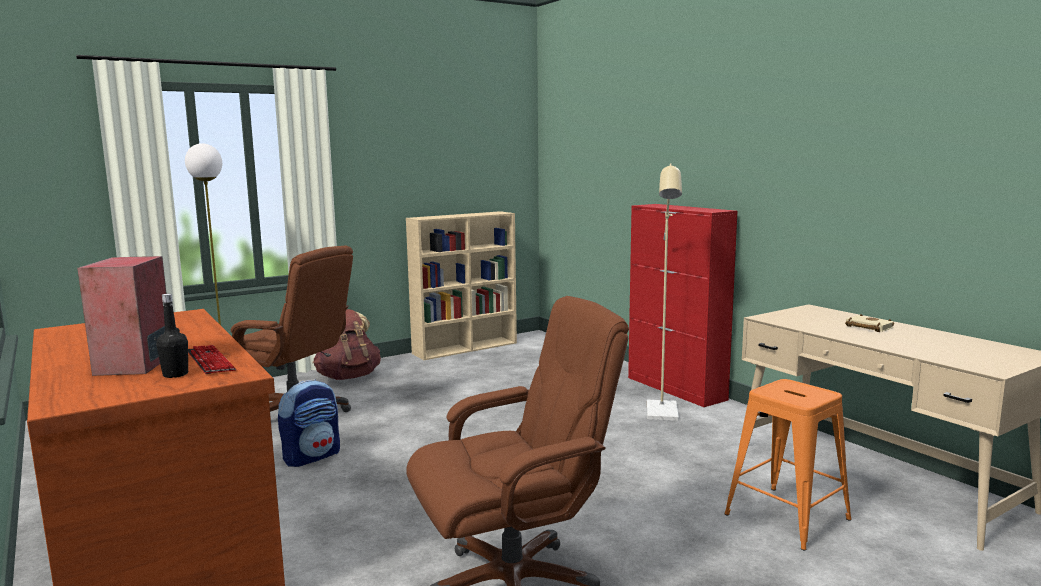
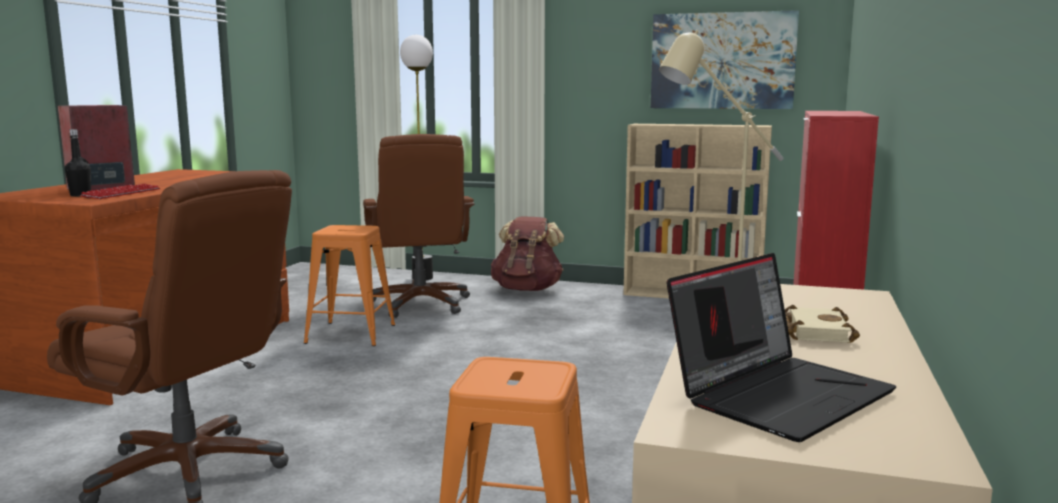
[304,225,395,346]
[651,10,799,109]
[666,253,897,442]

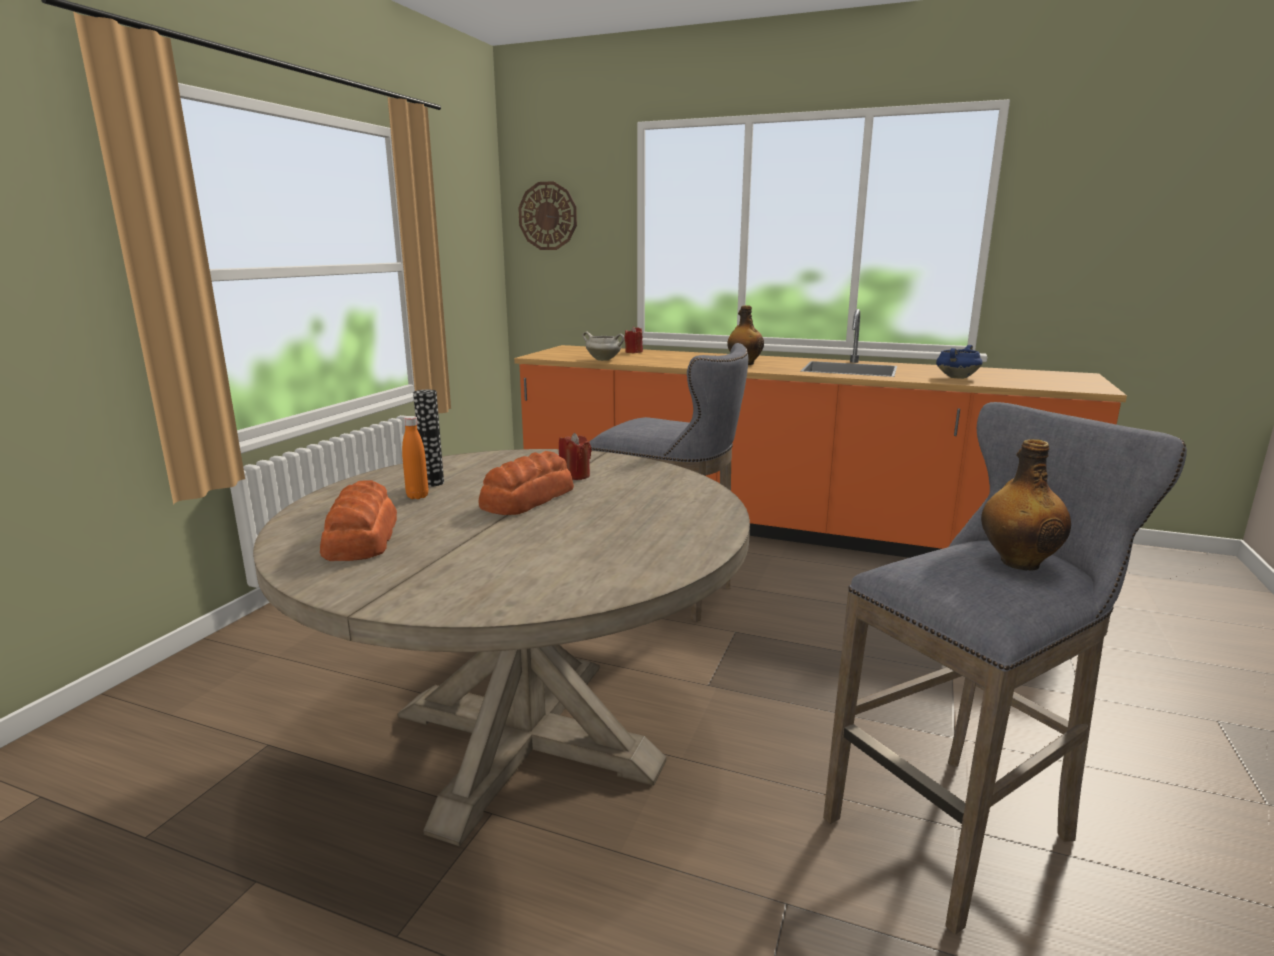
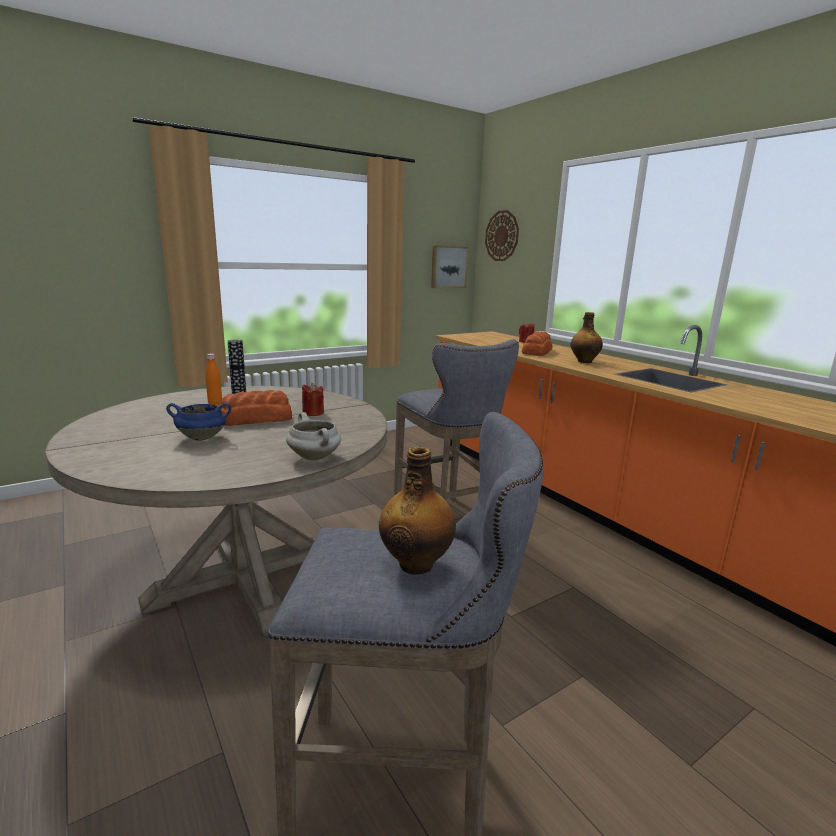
[166,403,231,441]
[286,412,341,460]
[431,245,468,288]
[522,331,553,356]

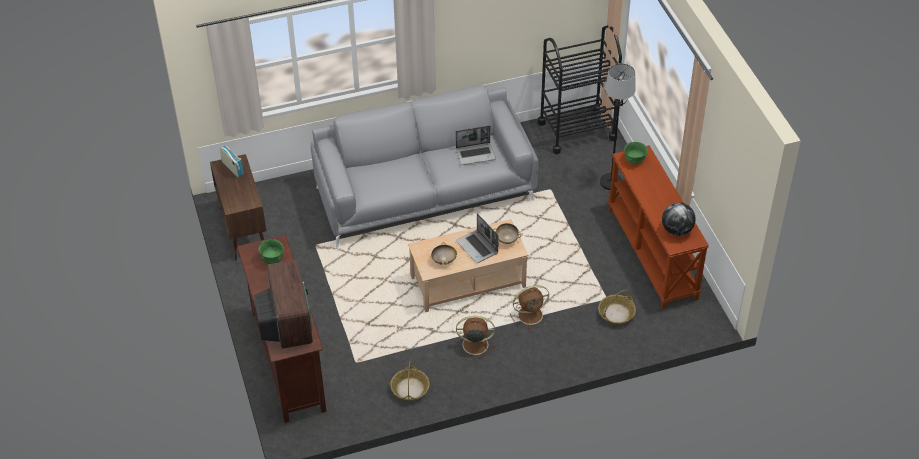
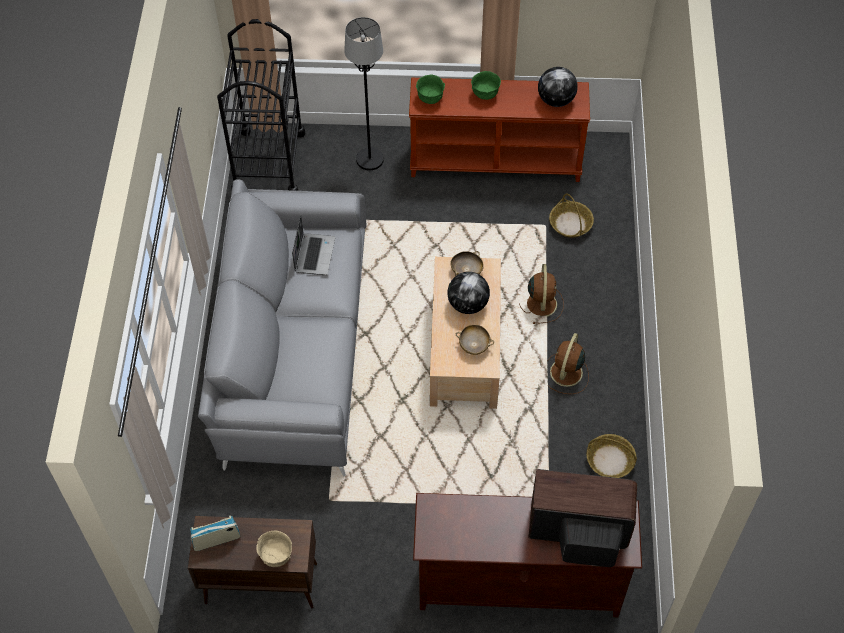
[256,531,292,567]
[447,272,490,314]
[471,71,501,100]

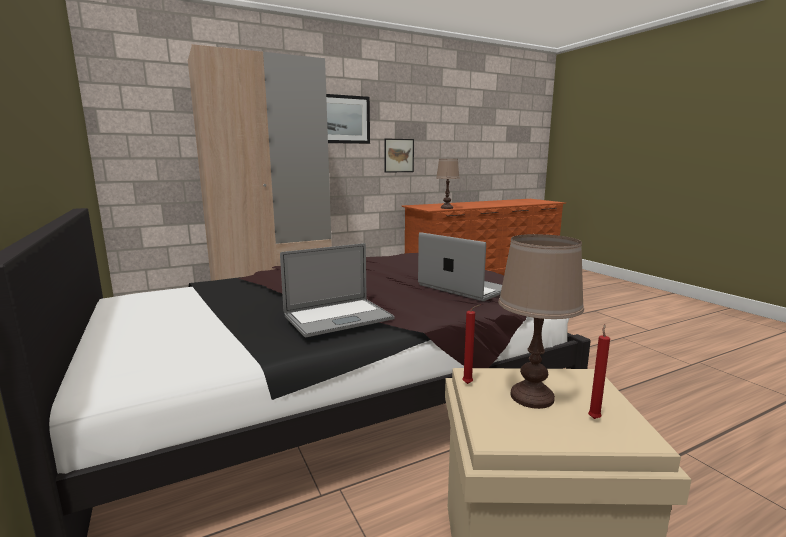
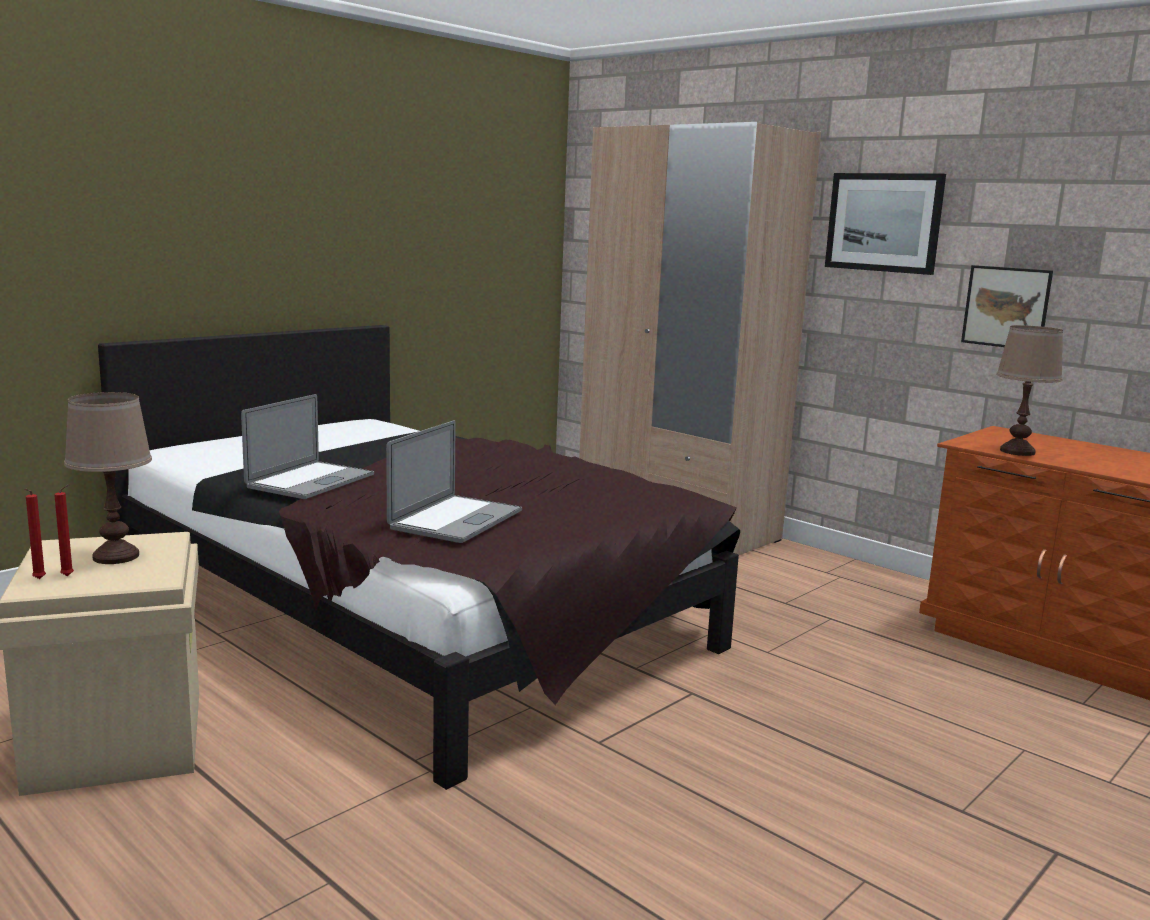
[25,489,46,579]
[241,394,374,499]

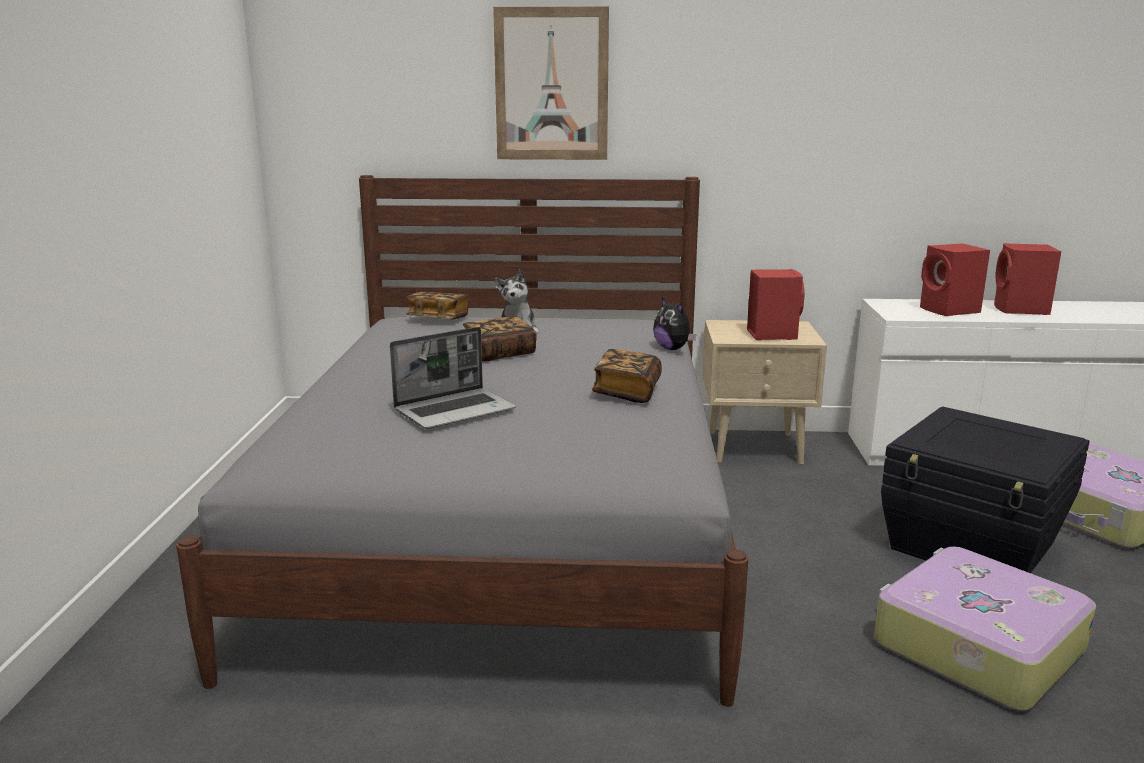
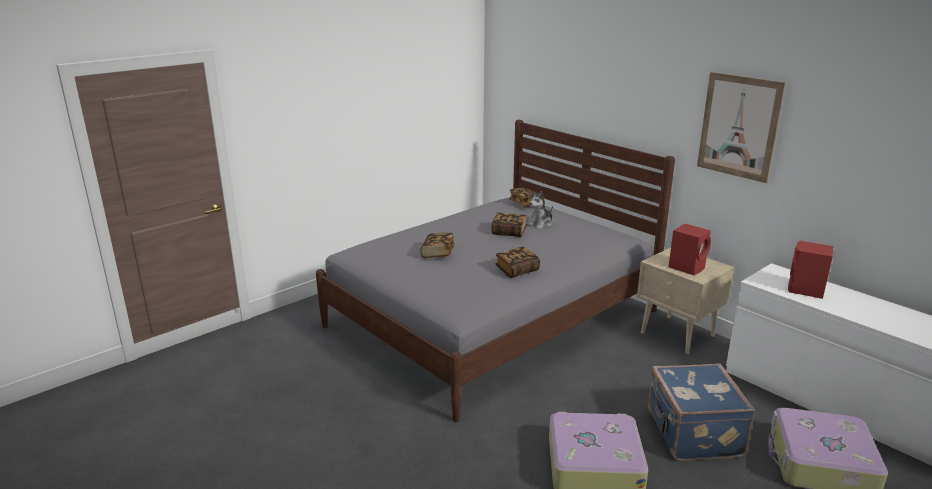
[421,233,455,258]
[648,364,755,461]
[697,72,786,183]
[653,298,696,350] (first image)
[994,243,1061,315] (first image)

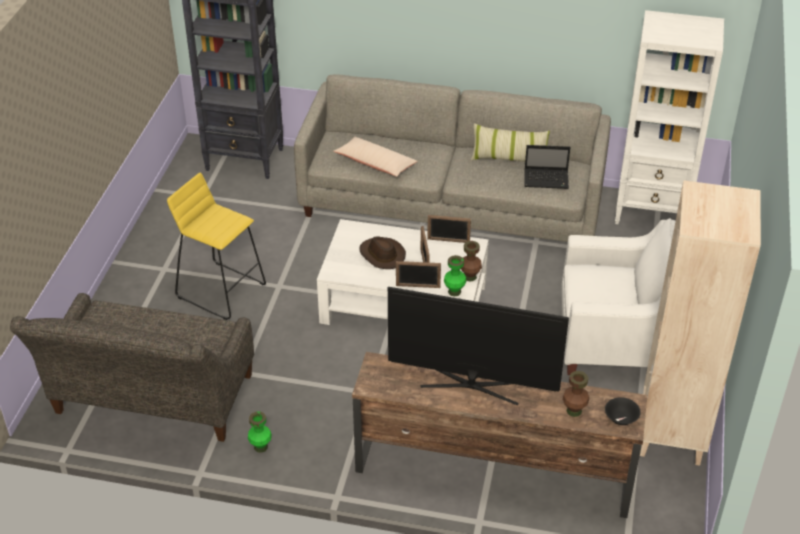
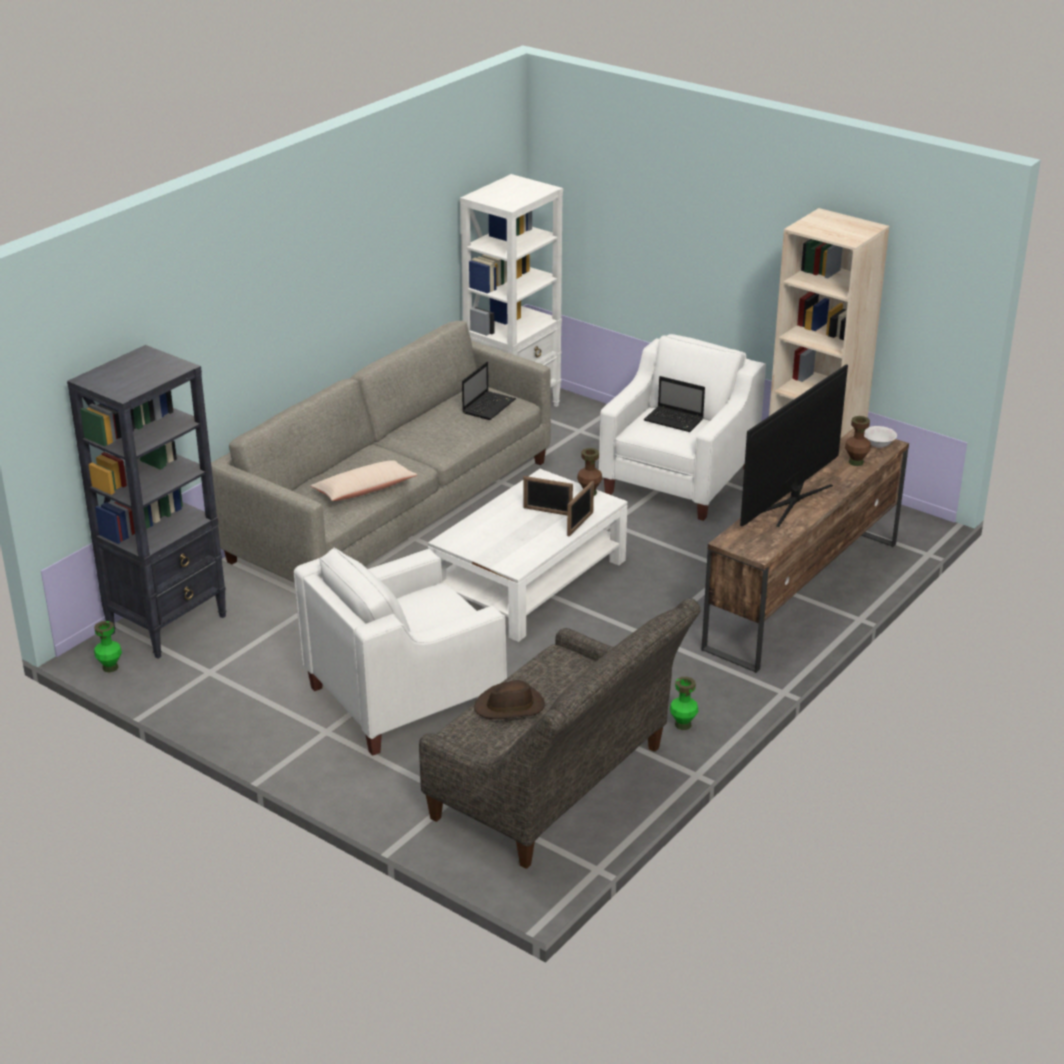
[94,621,122,672]
[294,548,507,756]
[474,680,545,719]
[644,376,705,432]
[864,426,897,448]
[427,215,471,243] (first image)
[471,123,550,162] (first image)

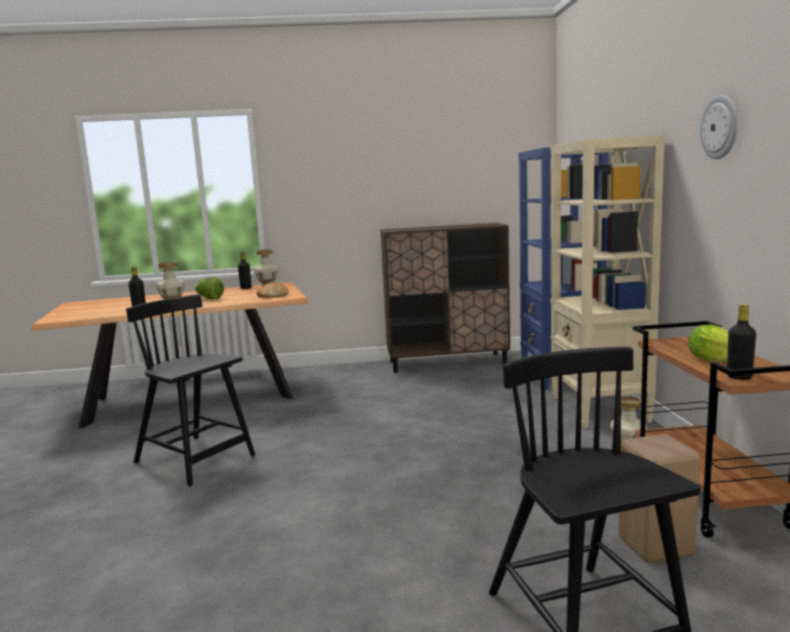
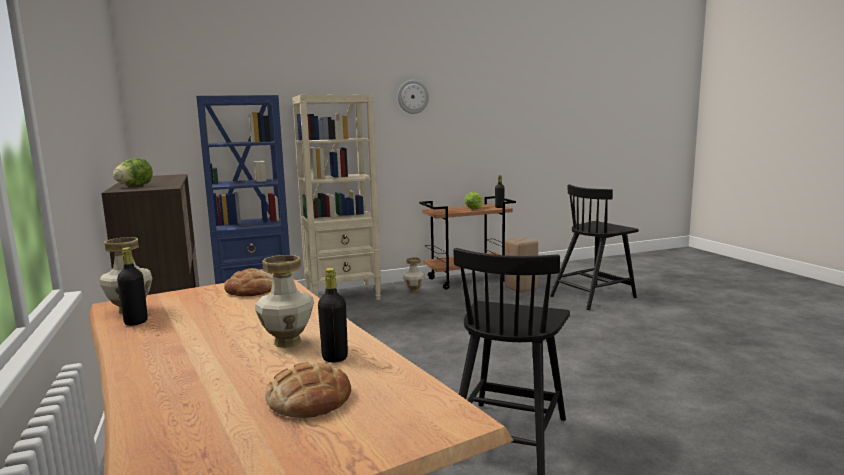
[113,158,153,186]
[265,362,351,418]

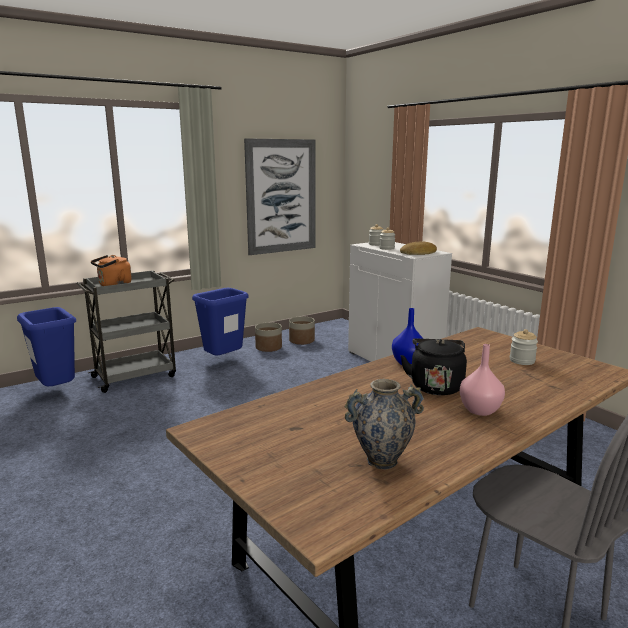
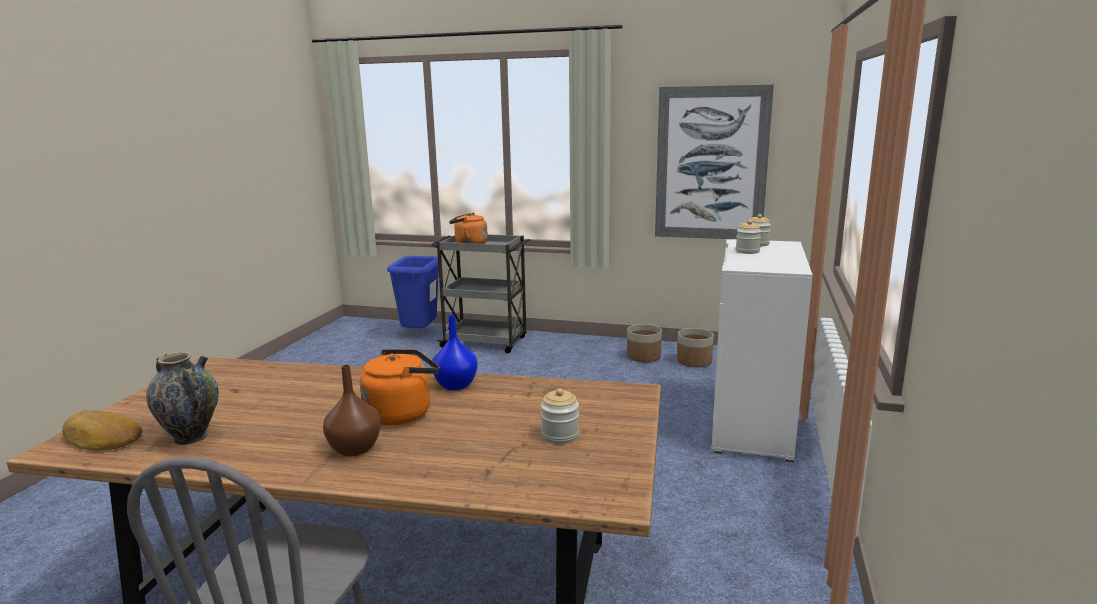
[62,410,142,451]
[323,365,381,456]
[360,349,440,425]
[192,288,249,355] (first image)

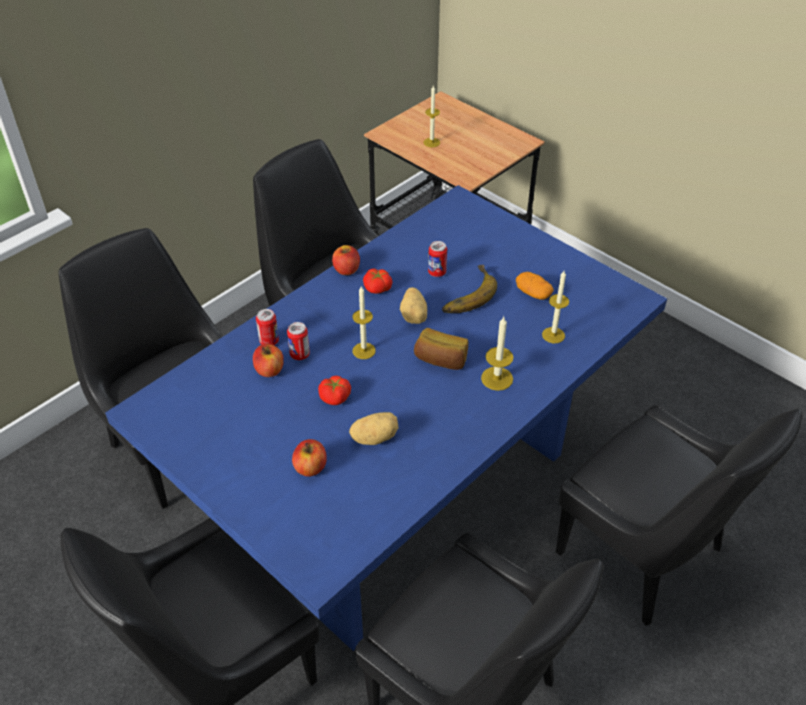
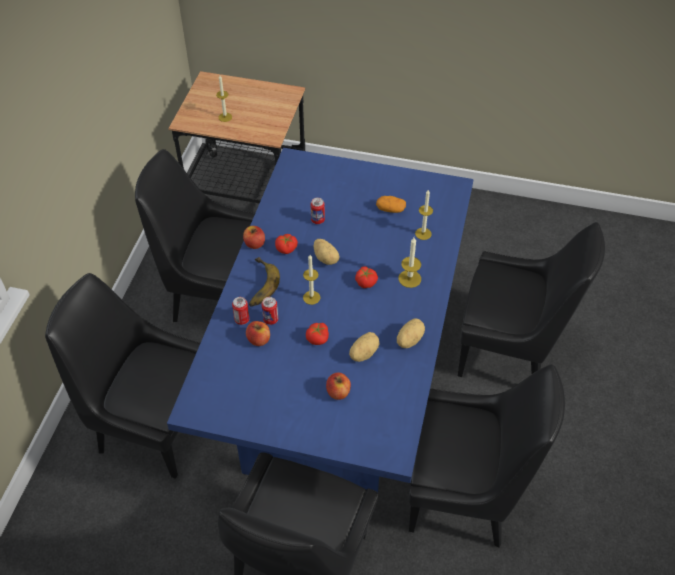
[249,257,280,307]
[355,266,378,288]
[397,318,425,348]

